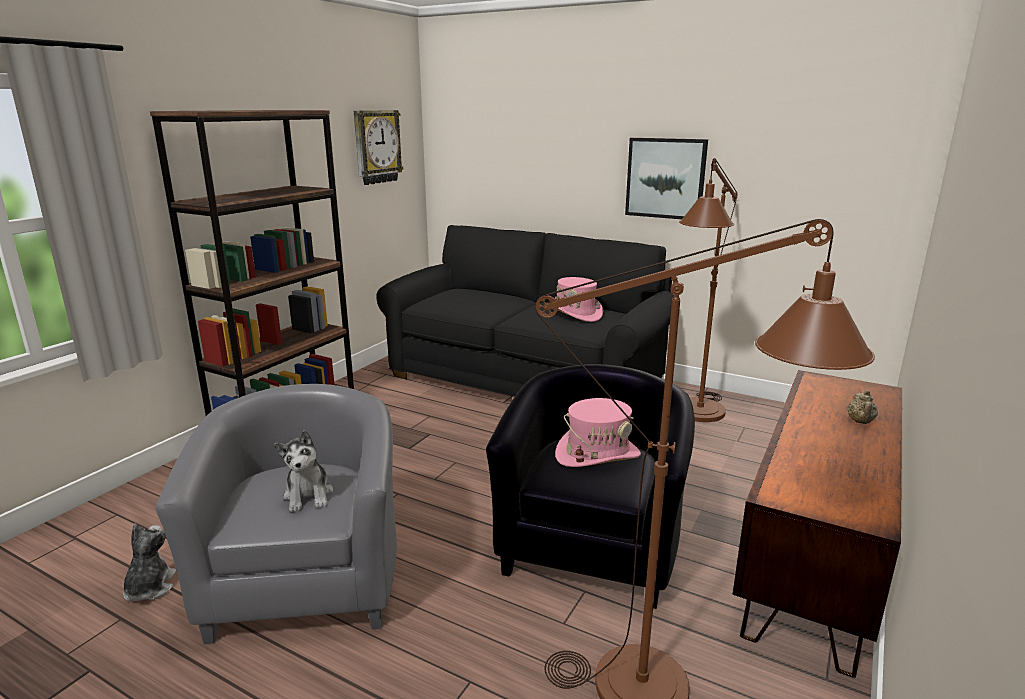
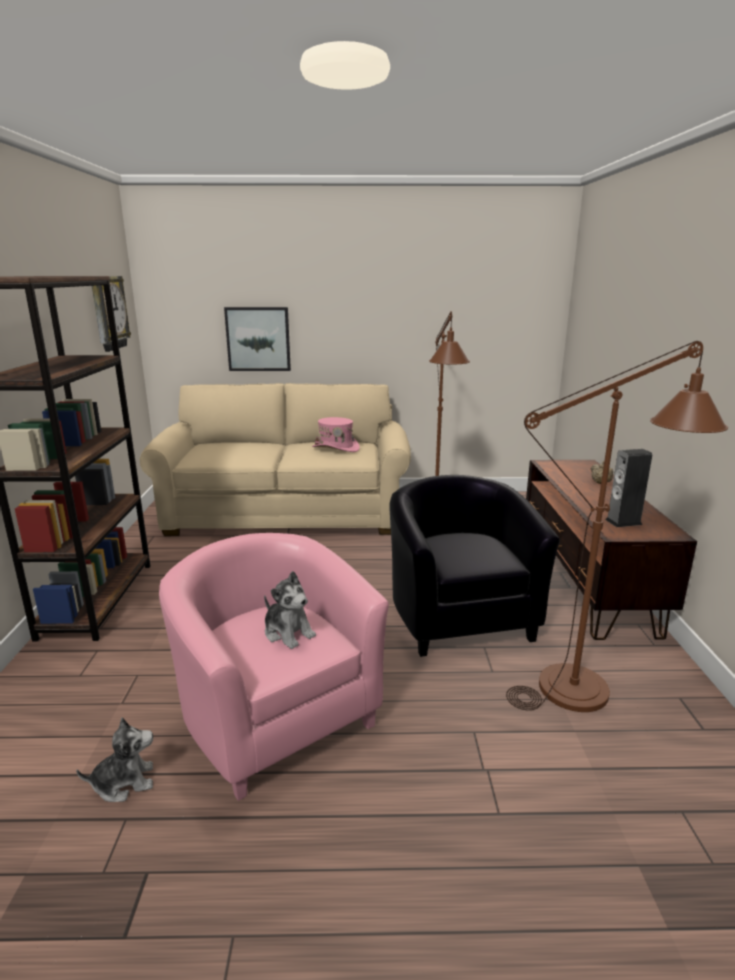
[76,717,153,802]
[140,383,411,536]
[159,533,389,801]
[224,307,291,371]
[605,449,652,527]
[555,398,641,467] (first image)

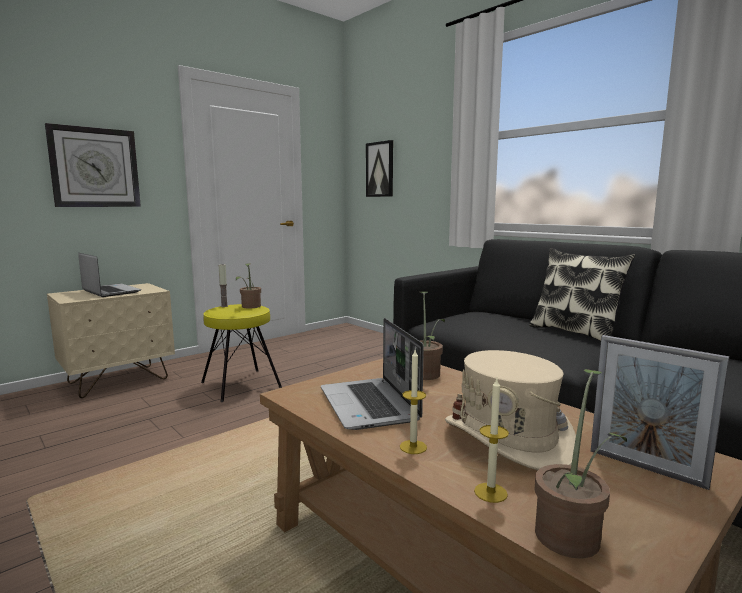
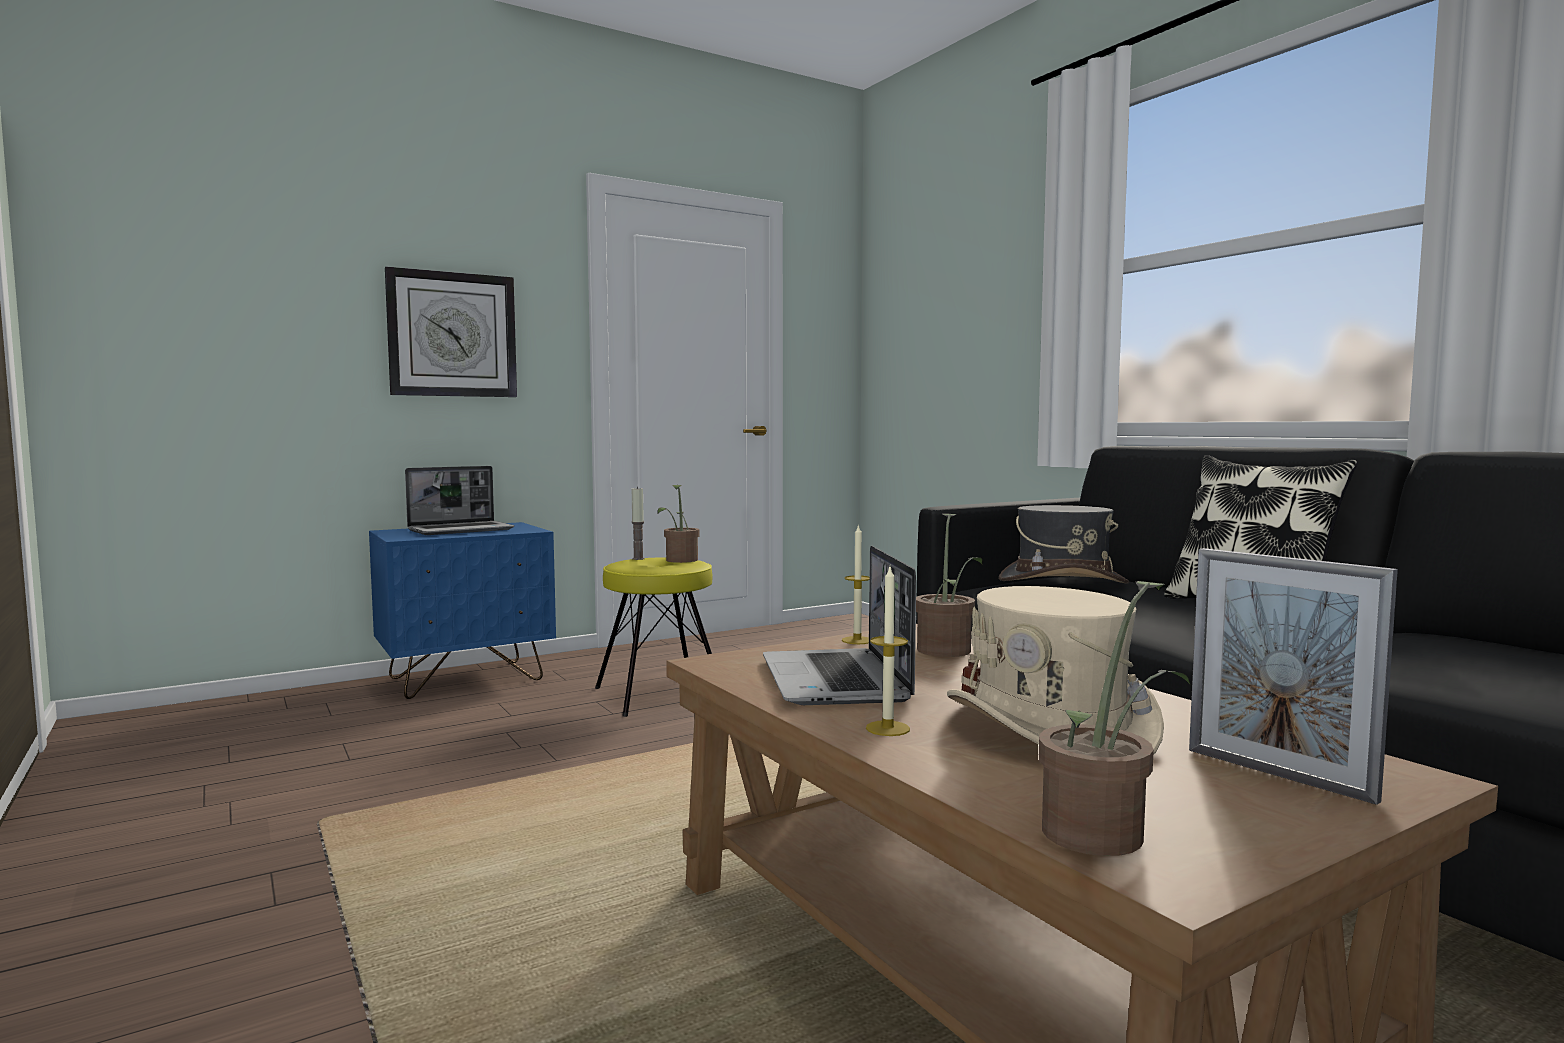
[369,522,556,699]
[405,466,514,535]
[842,524,870,644]
[999,505,1129,584]
[366,140,393,197] (first image)

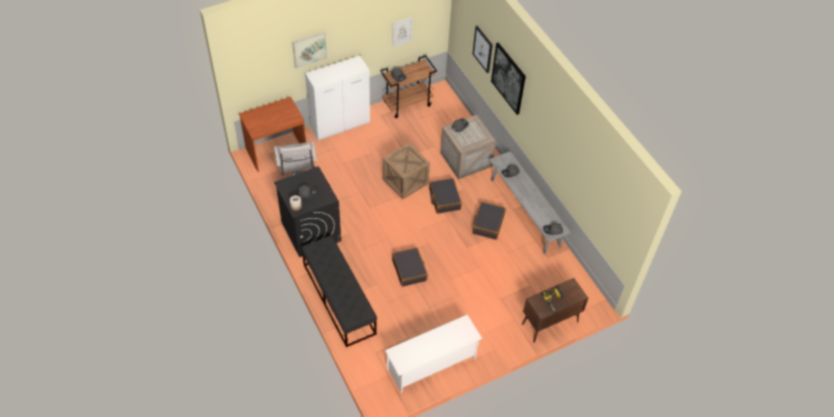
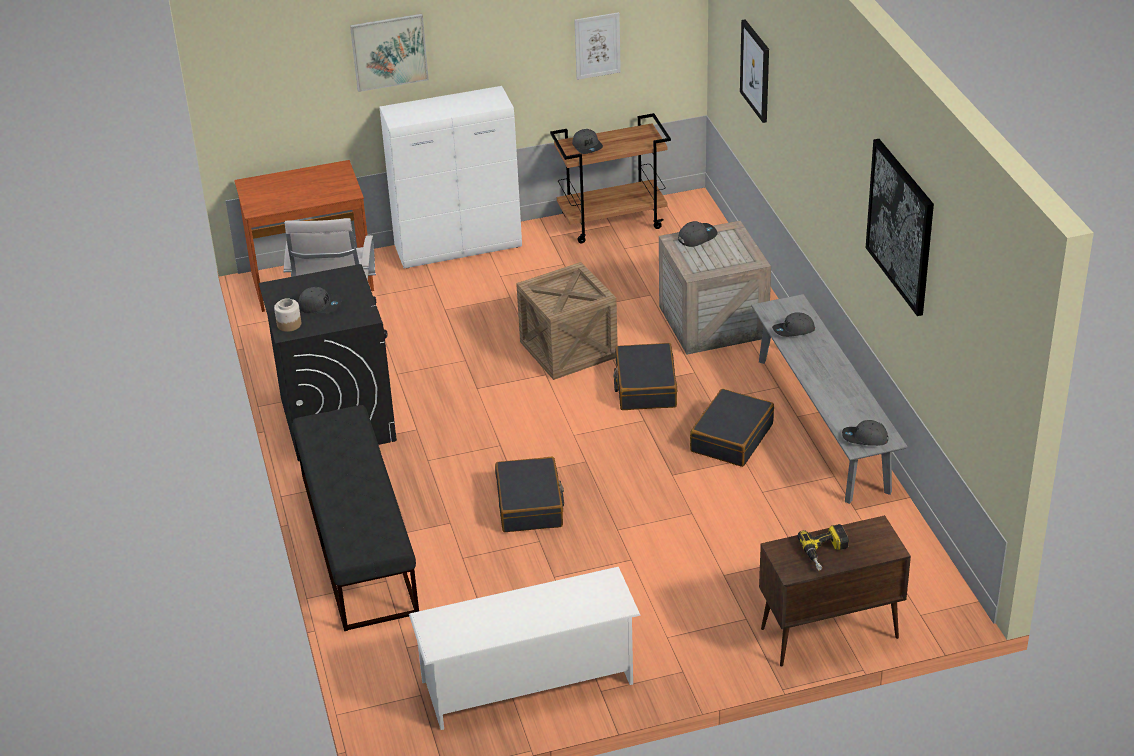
[866,139,934,316]

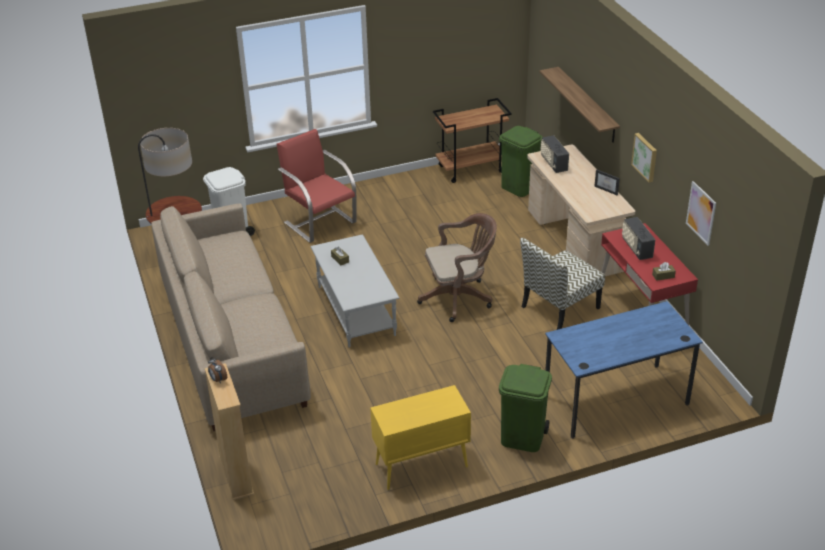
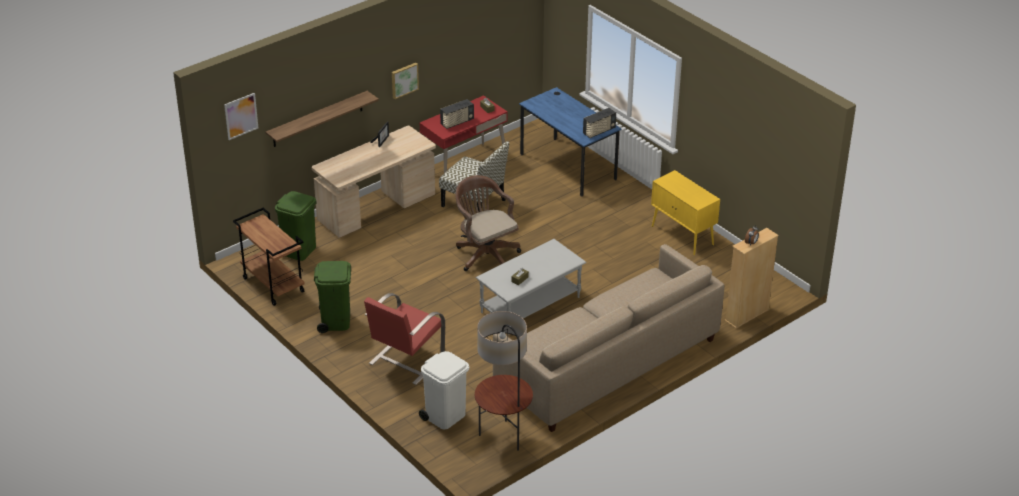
[224,93,258,140]
[314,261,351,333]
[583,108,616,138]

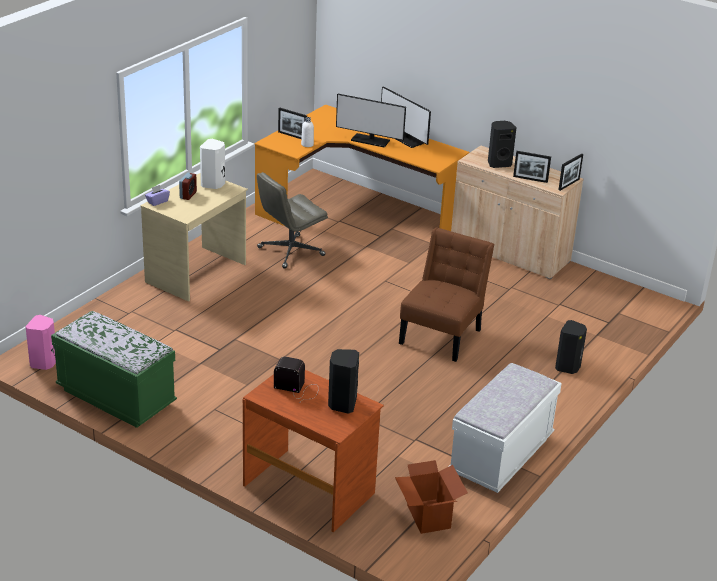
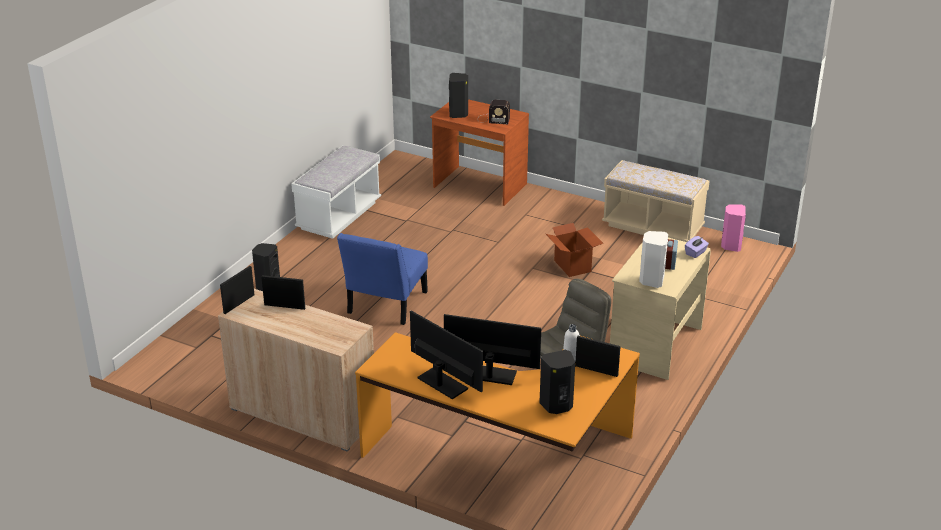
[337,233,428,325]
[539,350,575,414]
[546,223,604,277]
[602,160,709,242]

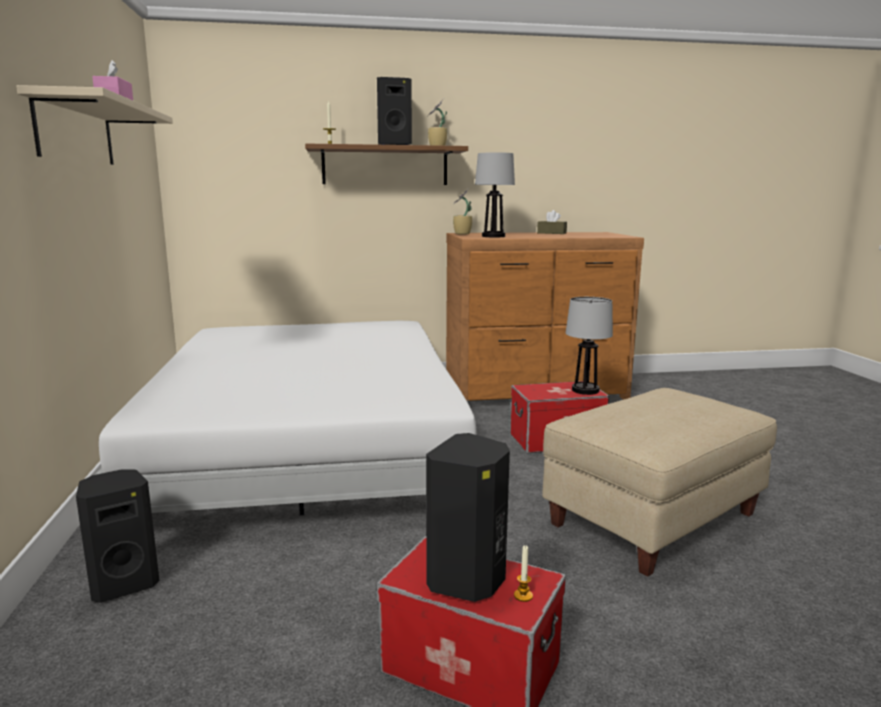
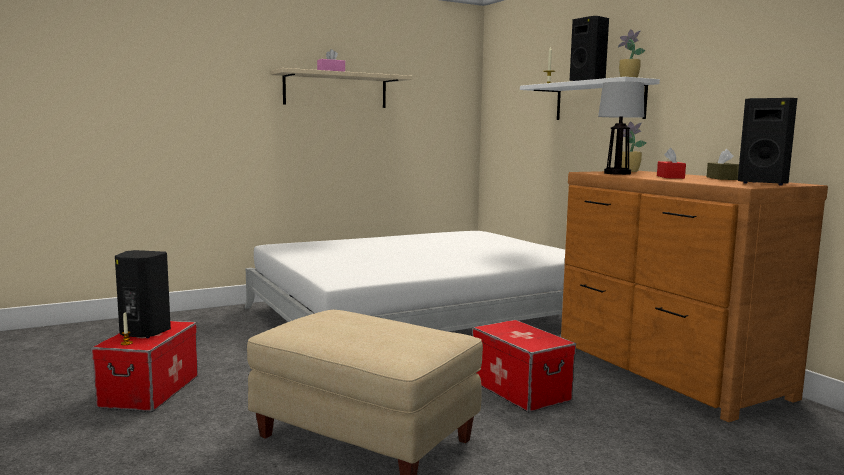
[520,77,660,120]
[657,148,686,179]
[738,98,797,185]
[566,297,613,395] (first image)

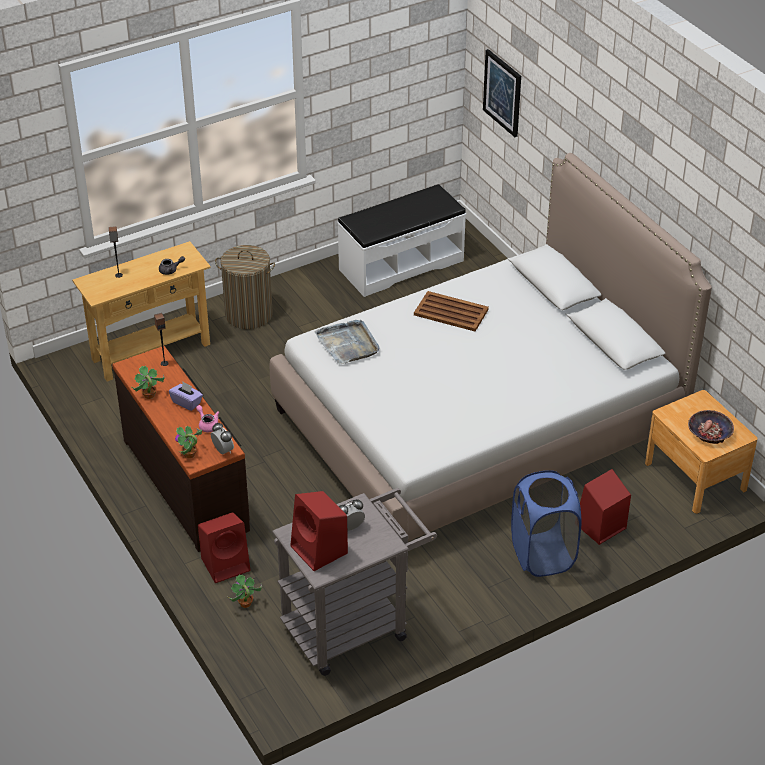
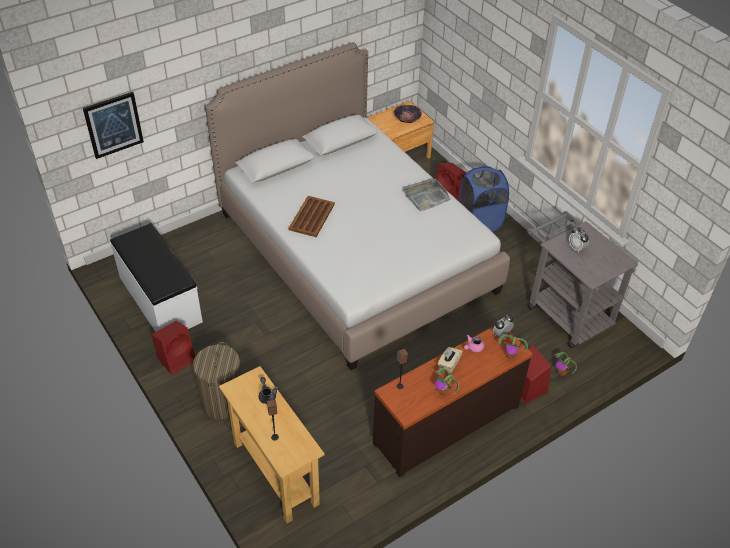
[152,321,195,375]
[403,178,451,211]
[438,347,463,374]

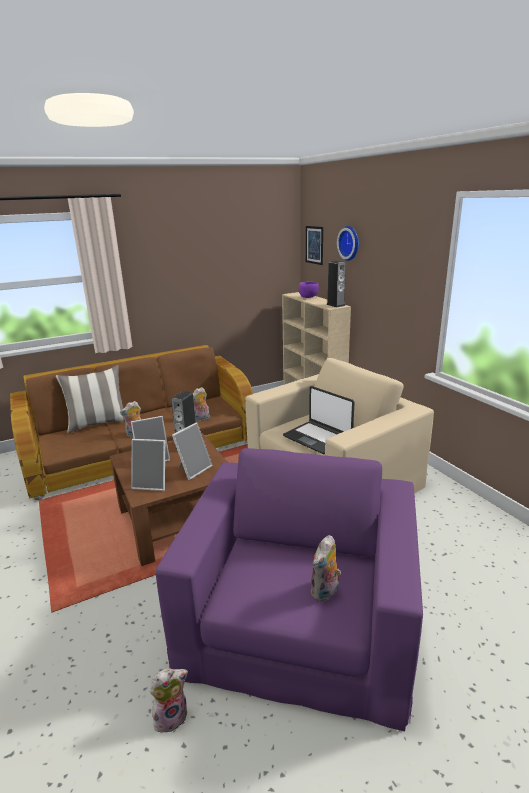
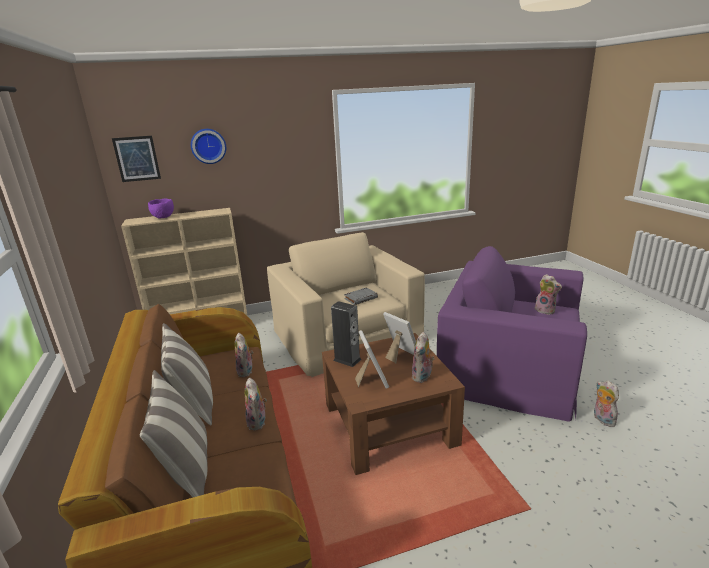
[161,323,213,425]
[344,287,378,305]
[412,332,434,383]
[326,261,346,307] (first image)

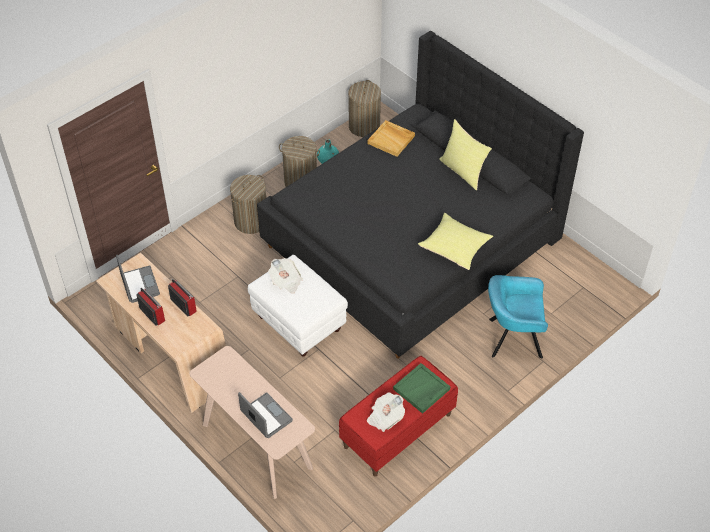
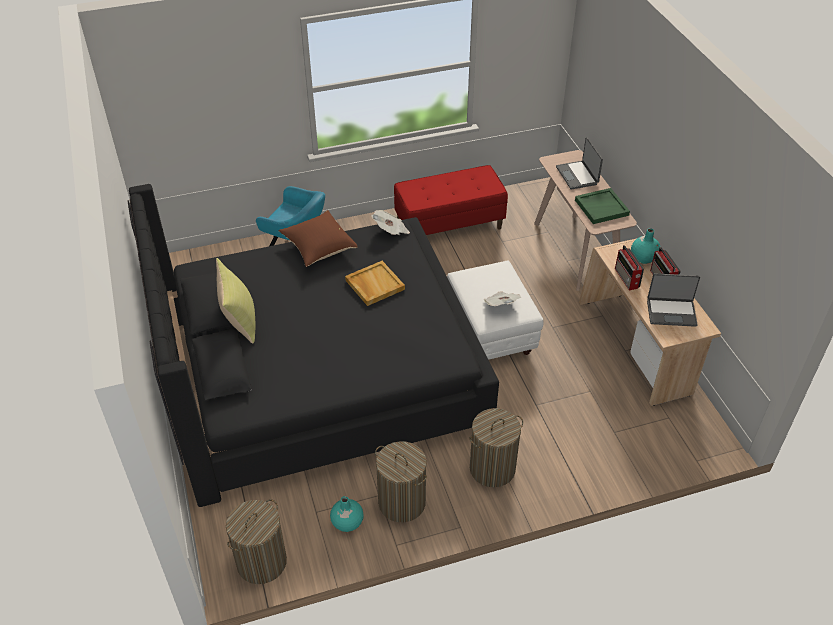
[278,210,358,267]
[345,261,405,306]
[371,210,410,235]
[575,188,630,224]
[631,228,661,264]
[647,273,700,327]

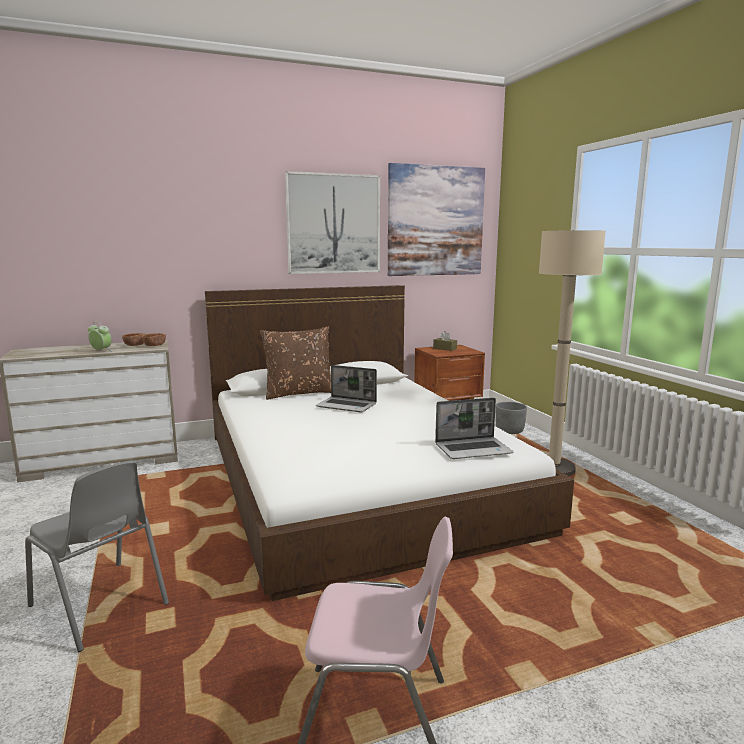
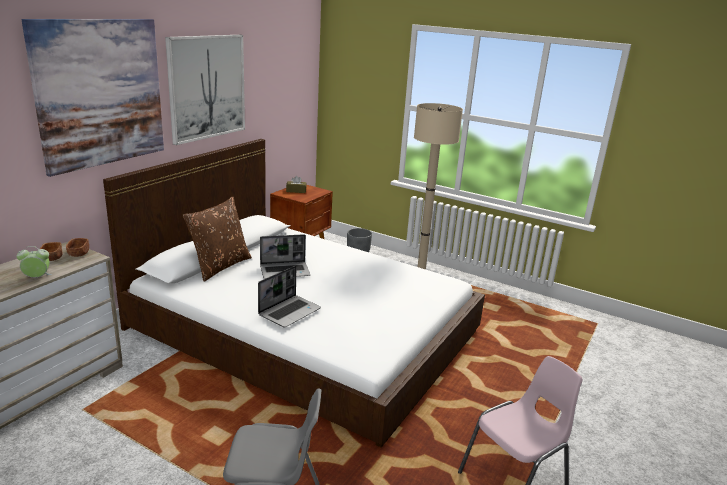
[22,19,164,177]
[258,266,321,327]

